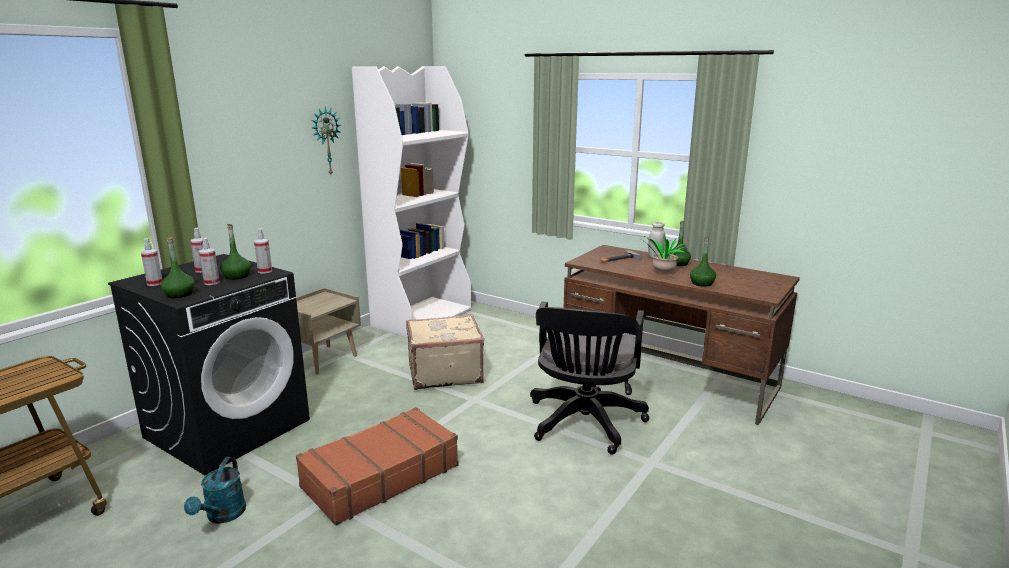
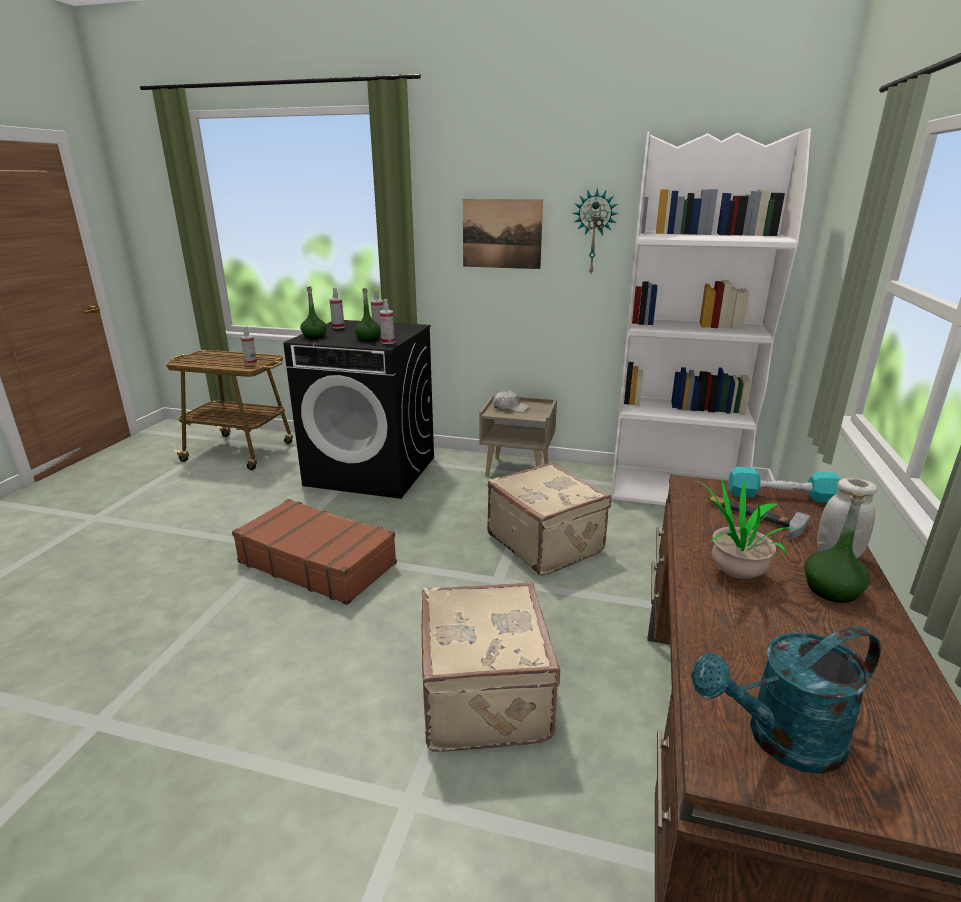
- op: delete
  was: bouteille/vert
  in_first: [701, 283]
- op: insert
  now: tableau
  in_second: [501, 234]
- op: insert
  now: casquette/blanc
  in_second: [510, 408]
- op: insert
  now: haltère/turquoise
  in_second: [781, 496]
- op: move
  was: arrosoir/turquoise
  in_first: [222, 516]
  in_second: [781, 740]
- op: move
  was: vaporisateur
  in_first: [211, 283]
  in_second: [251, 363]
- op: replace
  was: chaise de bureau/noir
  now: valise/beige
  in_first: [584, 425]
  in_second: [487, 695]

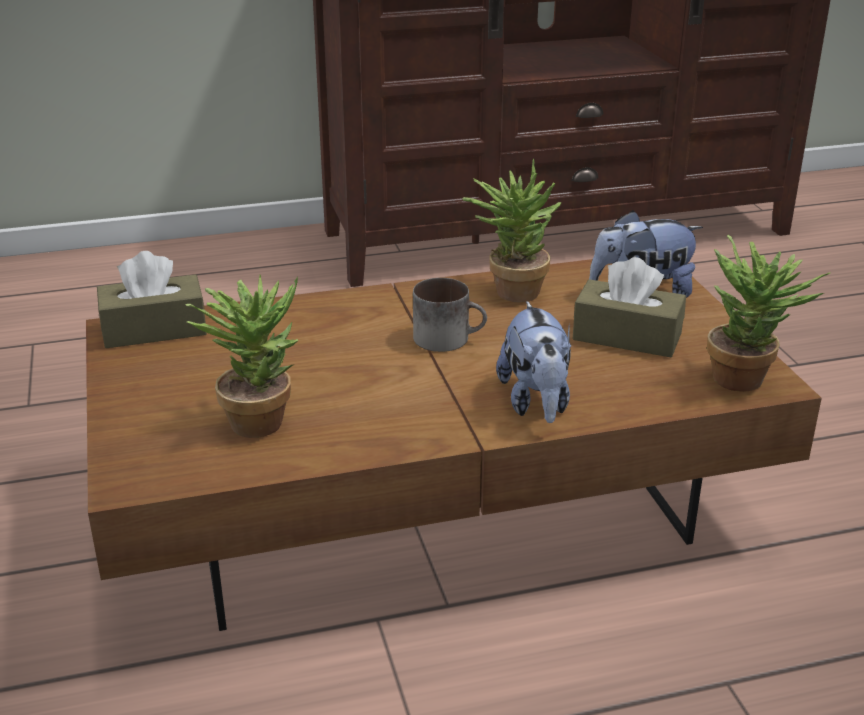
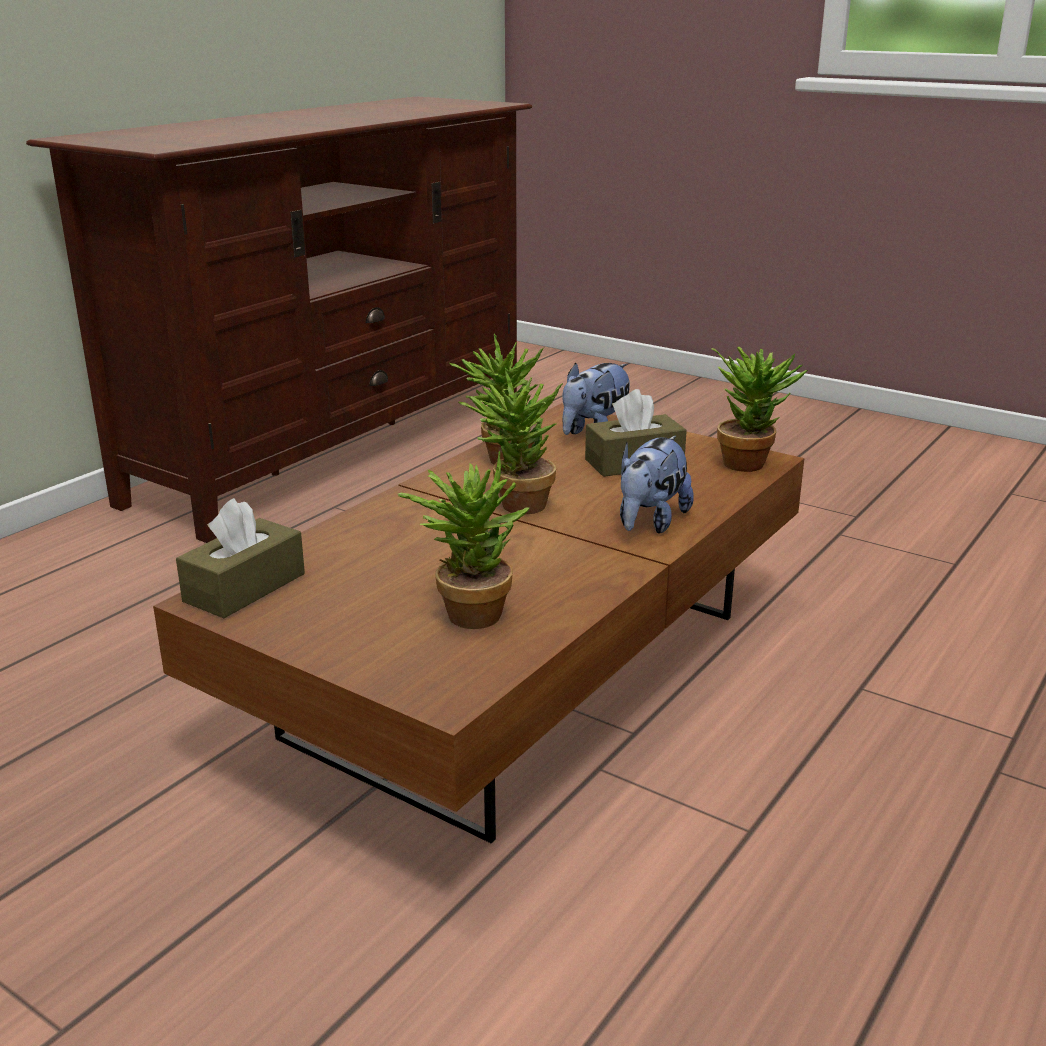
- op: replace
  was: mug
  now: plante en pot
  in_first: [449, 338]
  in_second: [514, 505]
- op: rotate
  was: peluche
  in_first: [536, 402]
  in_second: [650, 522]
  clockwise: 75

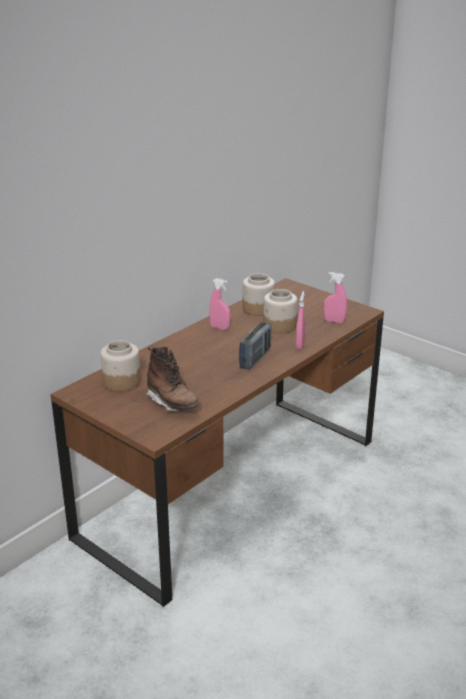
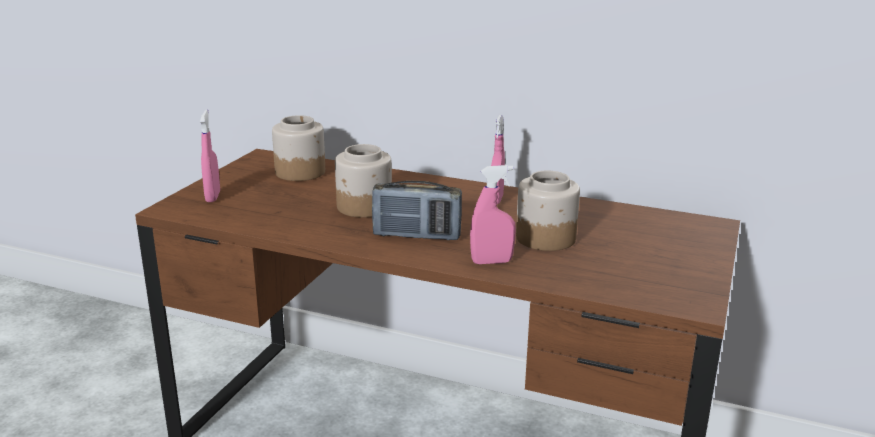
- op: delete
  was: botte/marron
  in_first: [172, 403]
- op: move
  was: bocal
  in_first: [258, 309]
  in_second: [364, 207]
- op: move
  was: vaporisateur/rose
  in_first: [334, 321]
  in_second: [213, 197]

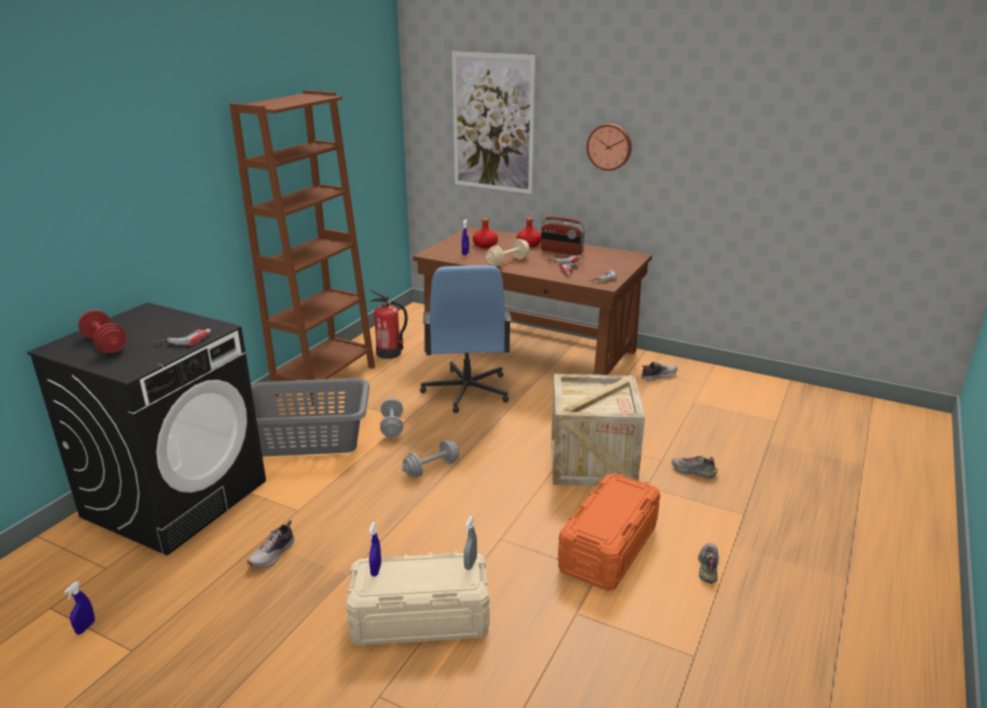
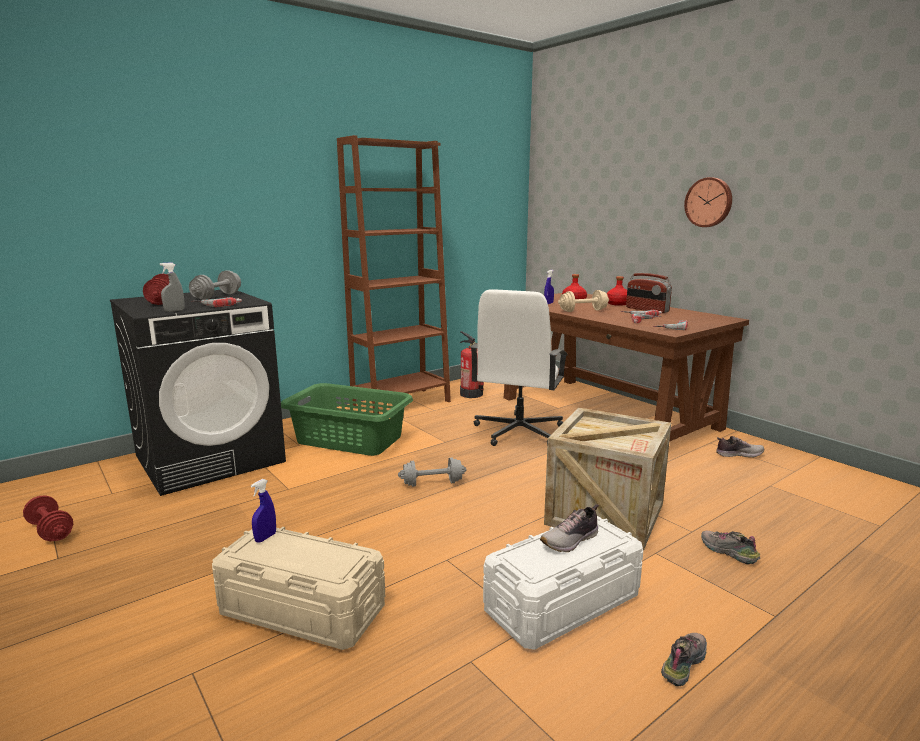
- op: delete
  was: tableau
  in_first: [493, 123]
- op: move
  was: chaussure
  in_first: [273, 554]
  in_second: [571, 540]
- op: move
  was: haltère/gris
  in_first: [392, 427]
  in_second: [217, 296]
- op: move
  was: vaporisateur/gris
  in_first: [470, 563]
  in_second: [174, 311]
- op: replace
  was: vaporisateur/bleu
  now: haltère/rouge
  in_first: [85, 627]
  in_second: [50, 531]
- op: recolor
  was: panier à linge/gris
  now: panier à linge/vert
  in_first: [308, 438]
  in_second: [349, 439]
- op: recolor
  was: chaise de bureau/bleu
  now: chaise de bureau/blanc
  in_first: [466, 391]
  in_second: [518, 431]
- op: recolor
  was: boîte de rangement/orange
  now: boîte de rangement/blanc
  in_first: [608, 548]
  in_second: [562, 603]

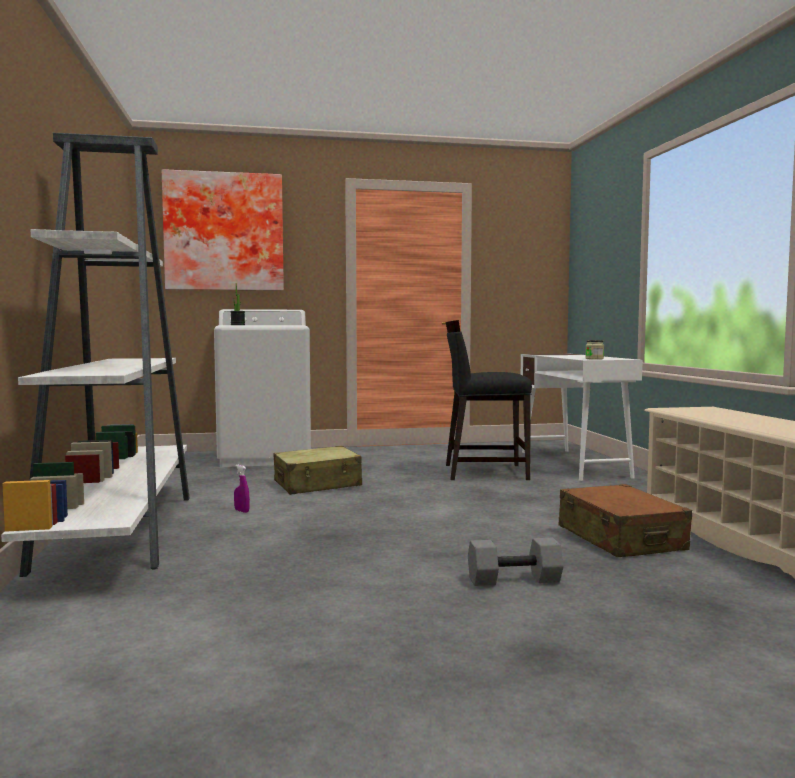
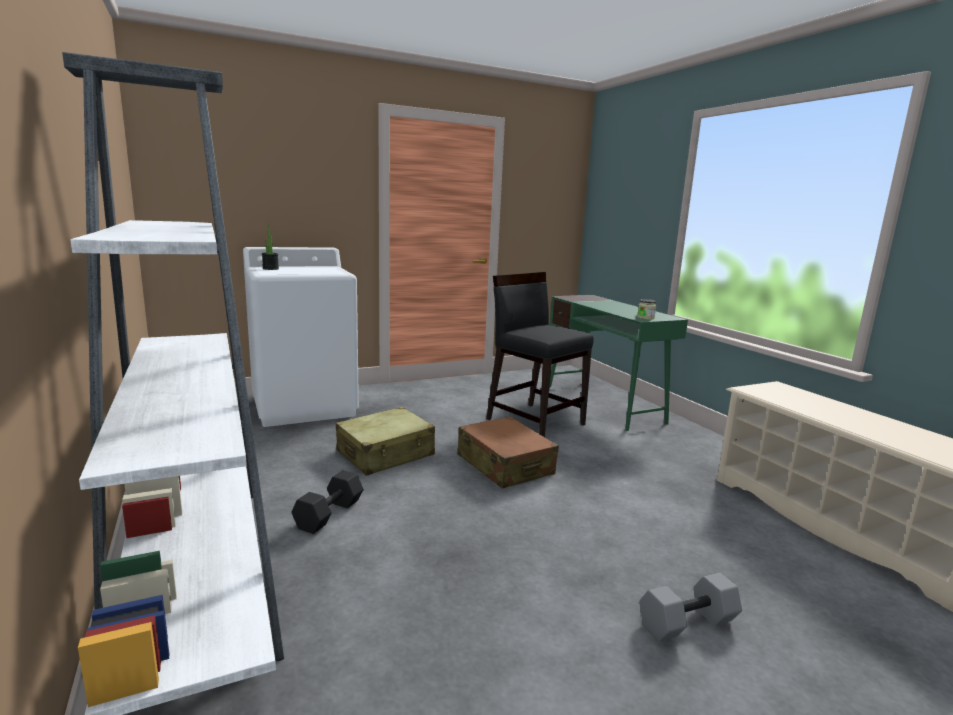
- op: delete
  was: tableau
  in_first: [224, 232]
- op: move
  was: valise/marron
  in_first: [621, 539]
  in_second: [505, 465]
- op: replace
  was: vaporisateur/violet
  now: haltère/noir
  in_first: [241, 511]
  in_second: [328, 514]
- op: recolor
  was: bureau/blanc
  now: bureau/vert
  in_first: [573, 464]
  in_second: [603, 404]
- op: rotate
  was: chaise/noir
  in_first: [484, 472]
  in_second: [535, 421]
  clockwise: 60

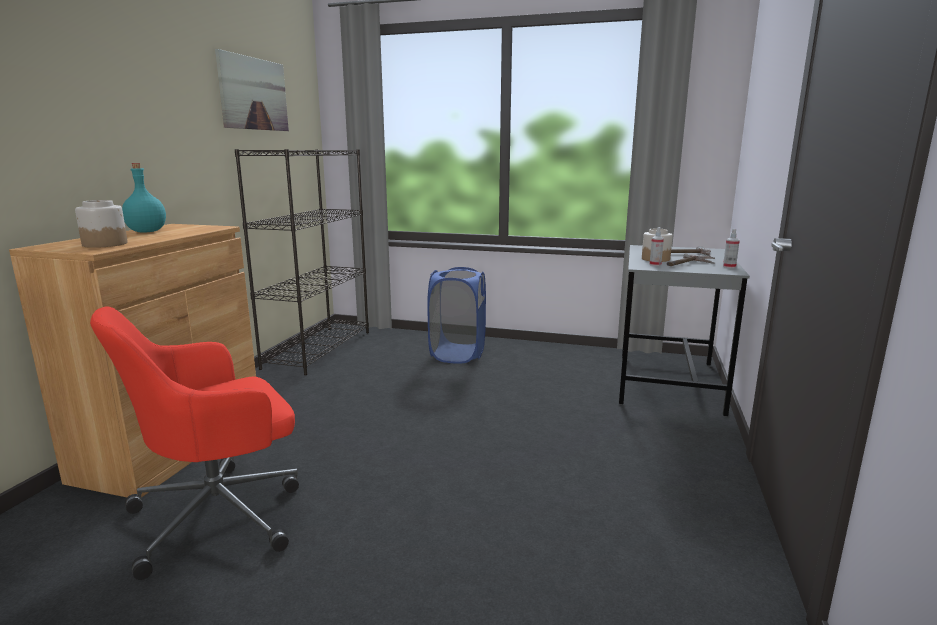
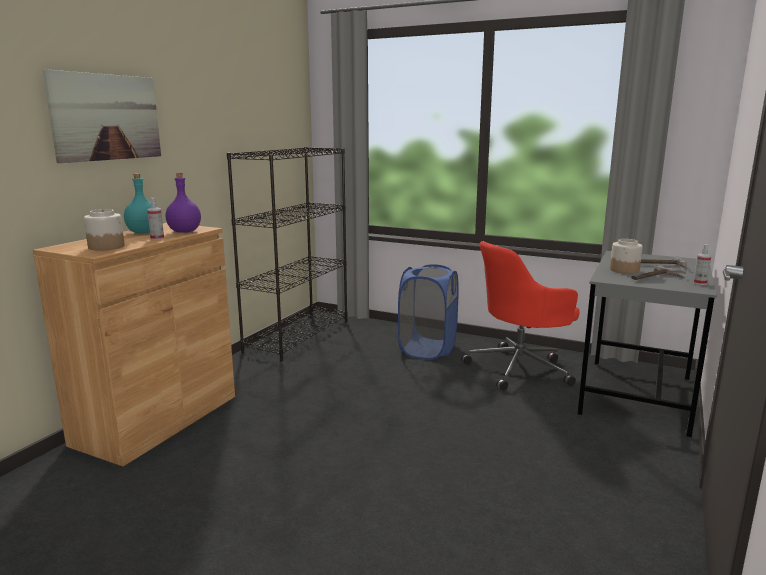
- op: insert
  now: bouteille/violet
  in_second: [184, 232]
- op: move
  was: chaise de bureau/rouge
  in_first: [221, 514]
  in_second: [520, 368]
- op: move
  was: tableau
  in_first: [253, 94]
  in_second: [106, 117]
- op: move
  was: vaporisateur
  in_first: [655, 265]
  in_second: [157, 238]

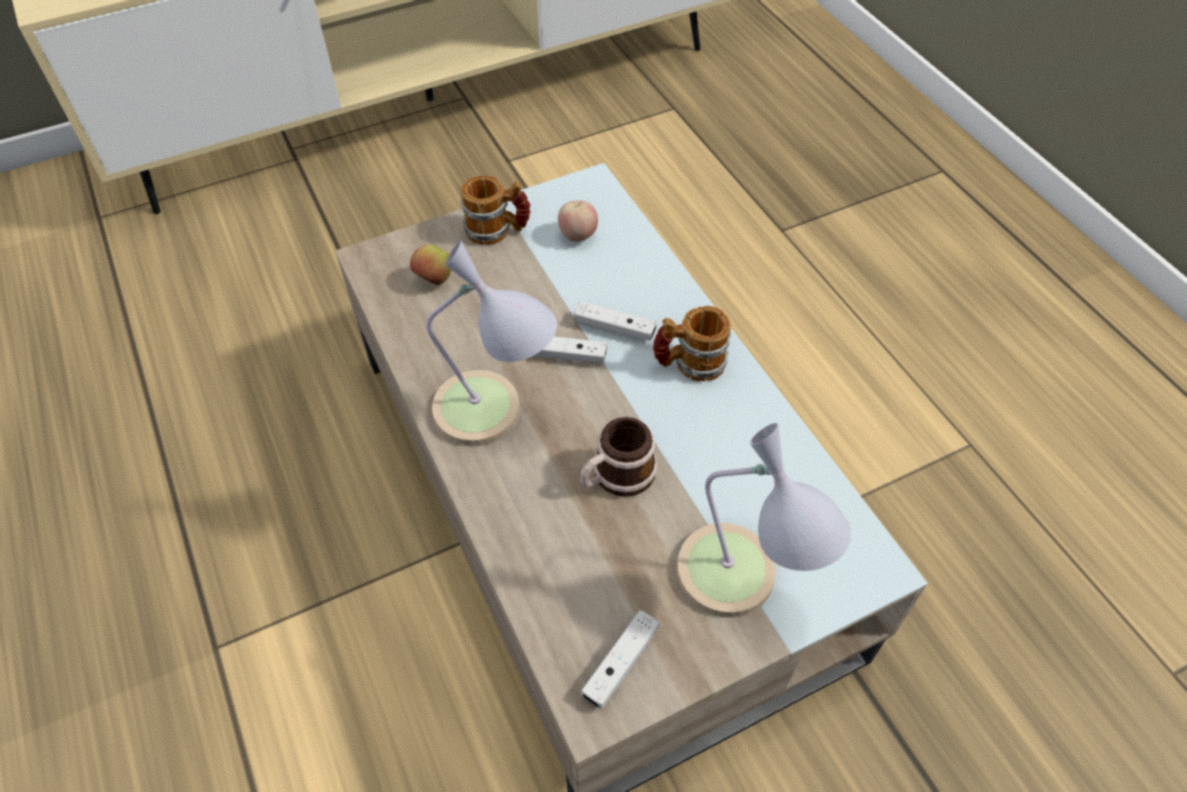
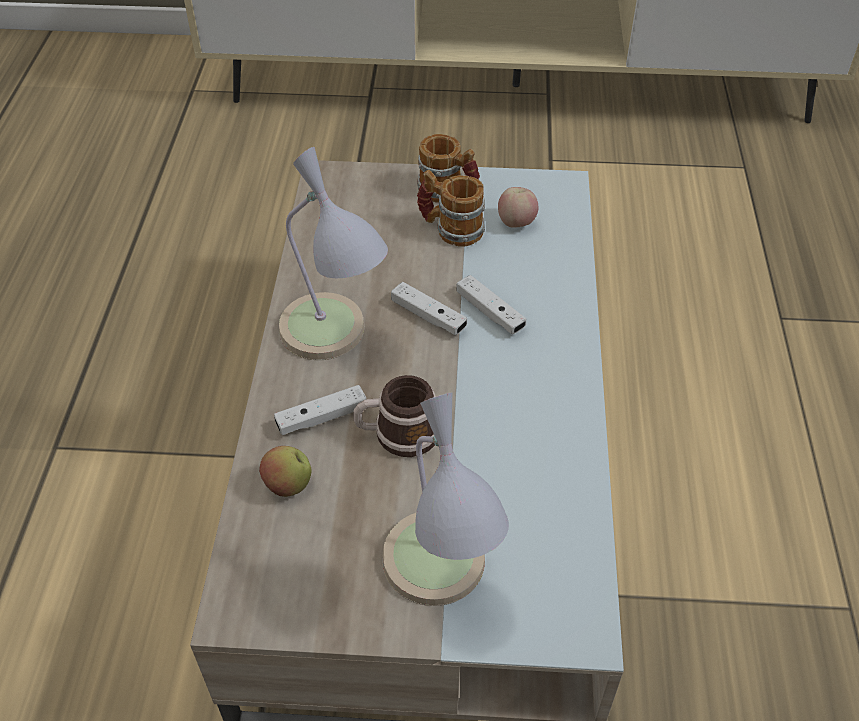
- op: move
  was: pomme
  in_first: [434, 280]
  in_second: [288, 486]
- op: move
  was: manette/blanc
  in_first: [620, 663]
  in_second: [322, 418]
- op: move
  was: mug
  in_first: [689, 363]
  in_second: [450, 229]

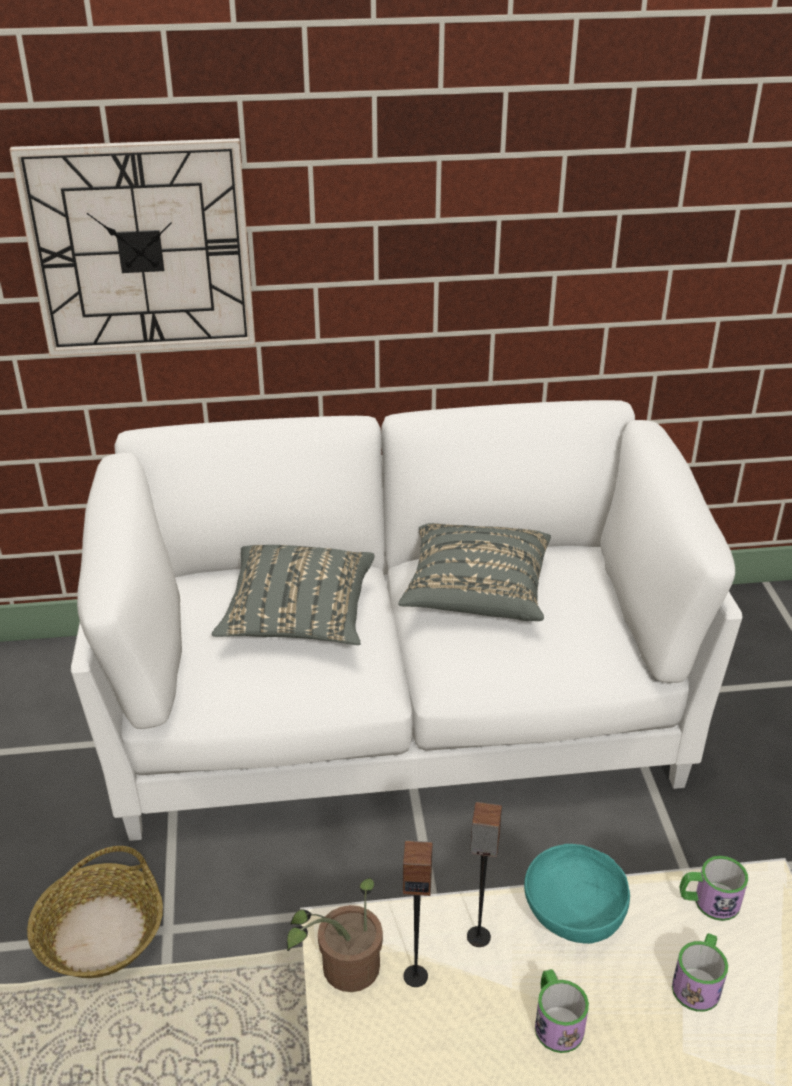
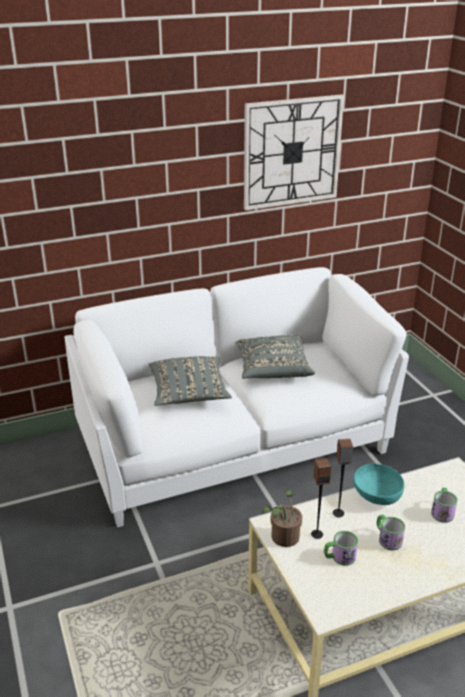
- op: delete
  was: panier
  in_first: [100, 933]
- op: move
  was: horloge murale
  in_first: [140, 249]
  in_second: [292, 152]
- op: move
  was: mug
  in_first: [708, 901]
  in_second: [339, 557]

